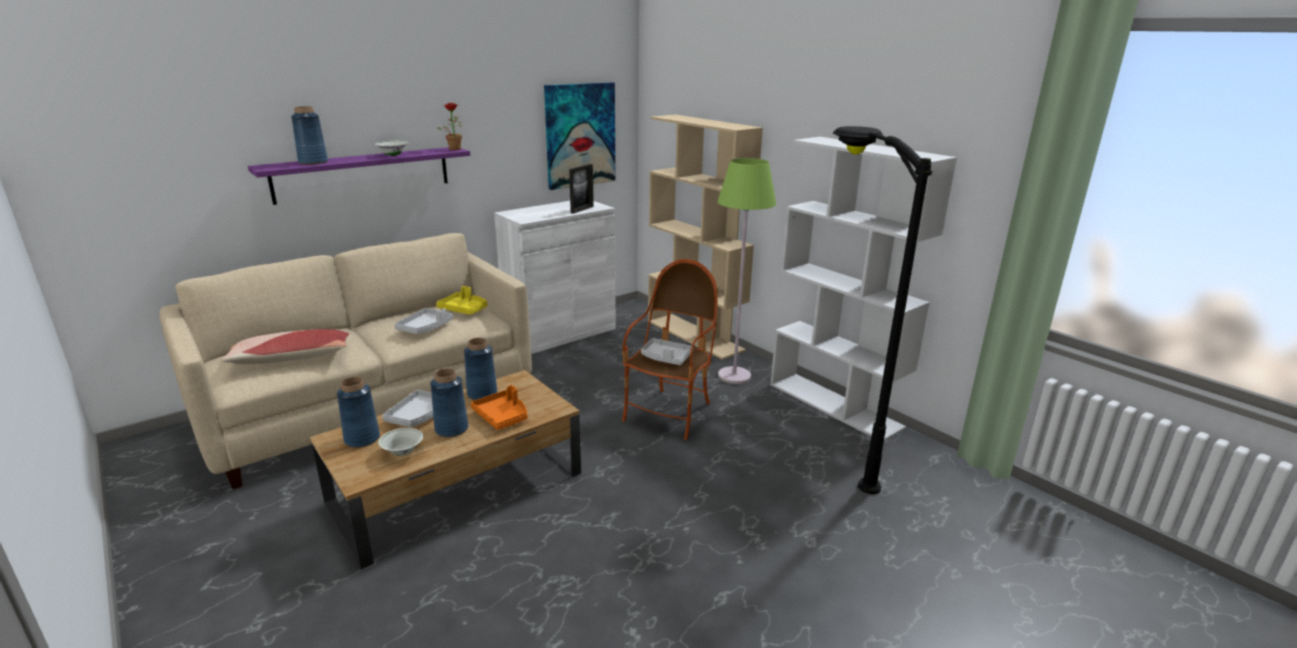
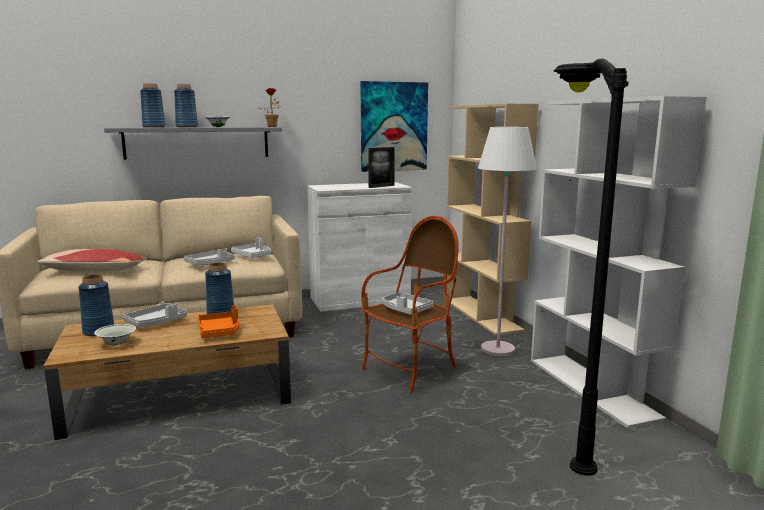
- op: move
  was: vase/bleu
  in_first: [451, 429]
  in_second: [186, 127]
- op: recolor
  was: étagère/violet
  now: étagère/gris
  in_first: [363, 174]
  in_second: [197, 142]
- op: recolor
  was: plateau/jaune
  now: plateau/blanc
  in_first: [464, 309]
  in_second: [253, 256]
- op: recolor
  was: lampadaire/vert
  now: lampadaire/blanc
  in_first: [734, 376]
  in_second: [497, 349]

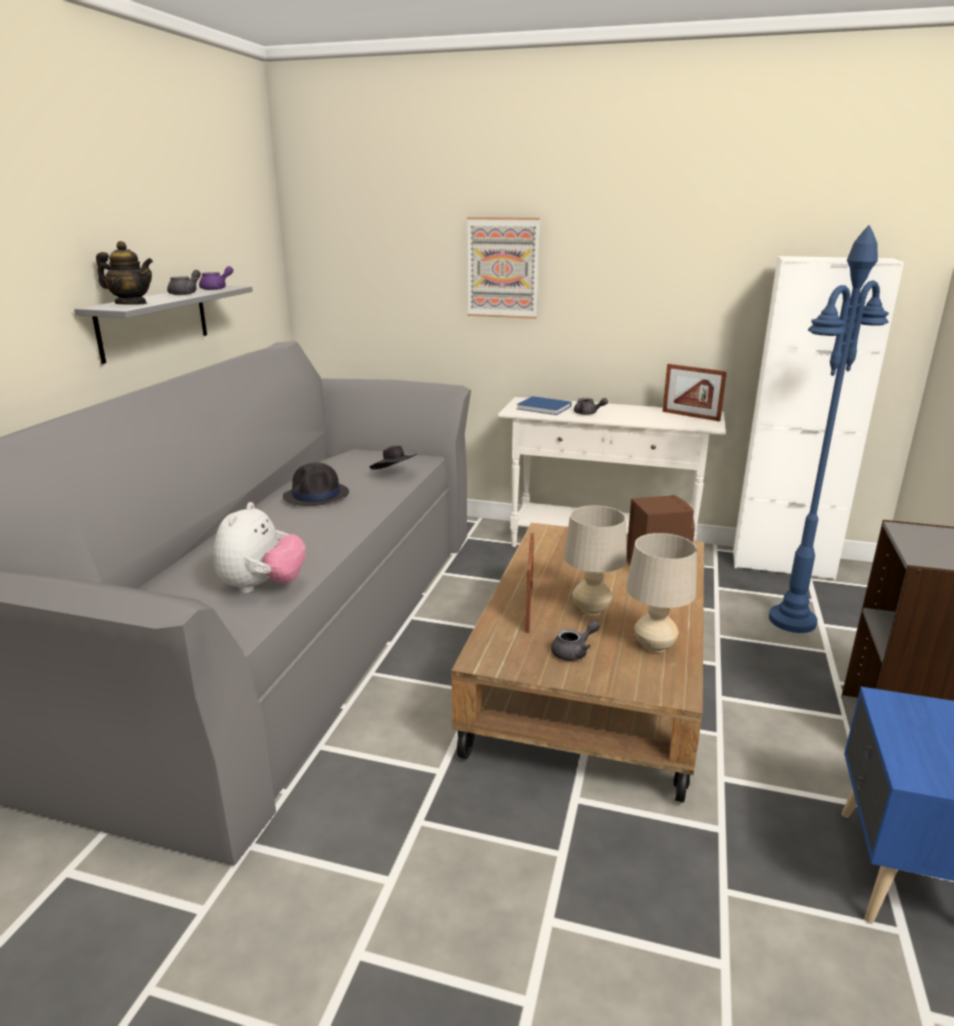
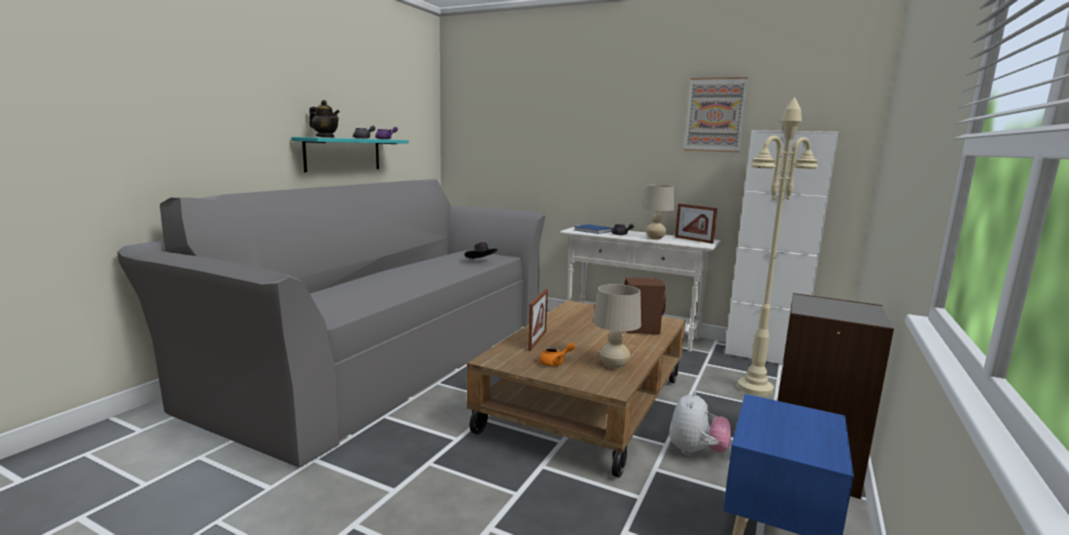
- op: delete
  was: chapeau/noir
  in_first: [317, 495]
- op: move
  was: peluche
  in_first: [262, 587]
  in_second: [696, 452]
- op: move
  was: tableau
  in_first: [503, 268]
  in_second: [715, 115]
- op: move
  was: lampe de table/beige
  in_first: [591, 610]
  in_second: [655, 238]
- op: recolor
  was: étagère/gris
  now: étagère/turquoise
  in_first: [154, 322]
  in_second: [343, 154]
- op: recolor
  was: théière/gris
  now: théière/orange
  in_first: [574, 652]
  in_second: [555, 363]
- op: recolor
  was: lampadaire/bleu
  now: lampadaire/beige
  in_first: [792, 621]
  in_second: [754, 388]

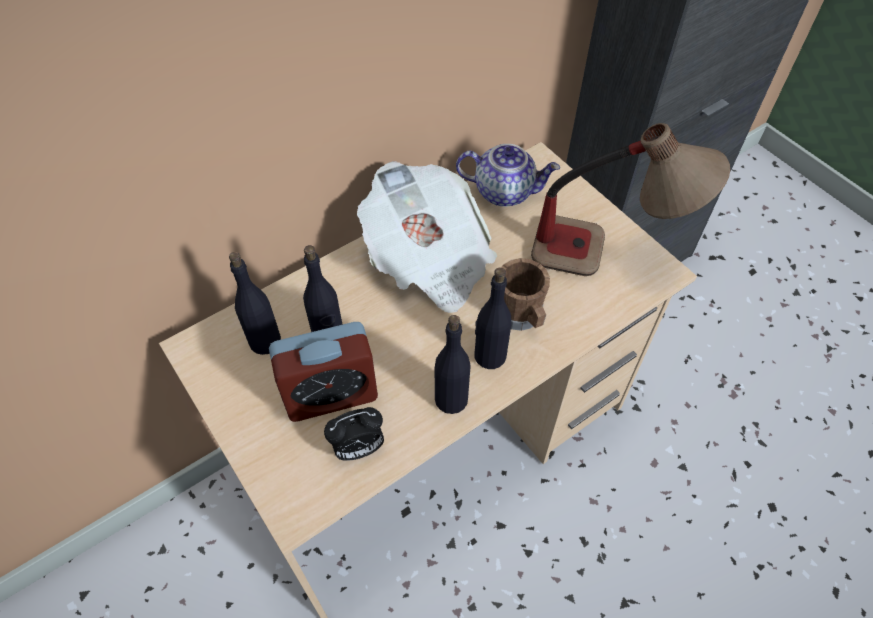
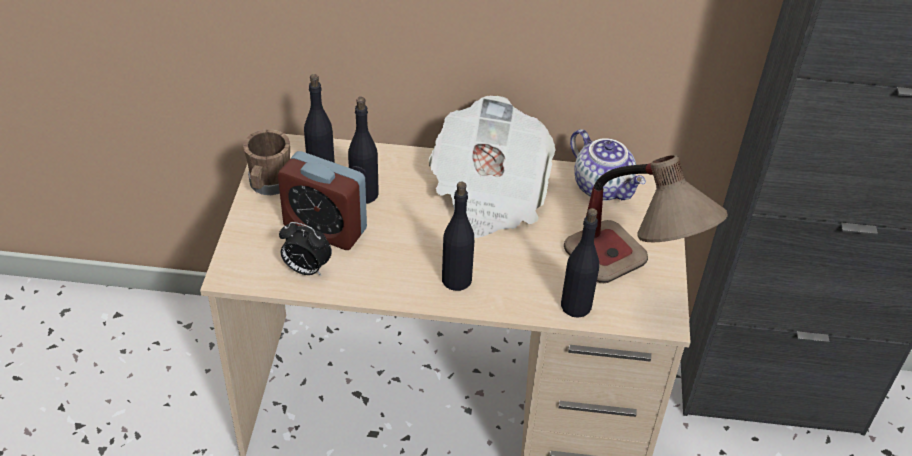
- op: move
  was: bouteille/noir
  in_first: [451, 398]
  in_second: [576, 305]
- op: move
  was: mug/marron
  in_first: [521, 316]
  in_second: [268, 185]

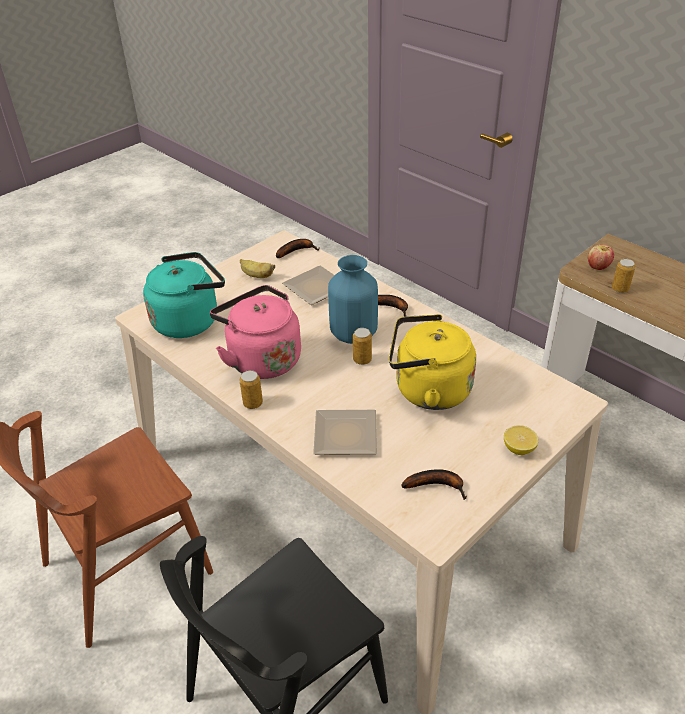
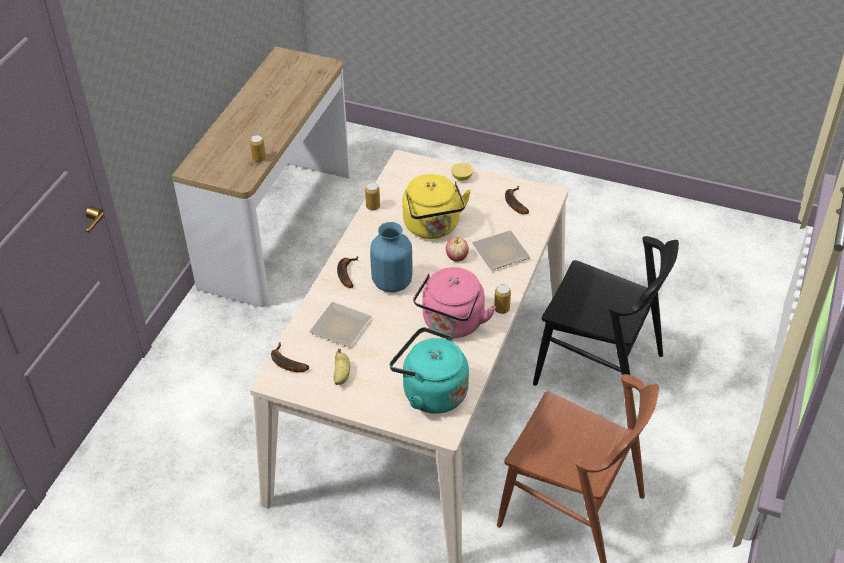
- op: move
  was: boîte métallique
  in_first: [362, 360]
  in_second: [373, 206]
- op: move
  was: pomme
  in_first: [598, 267]
  in_second: [456, 257]

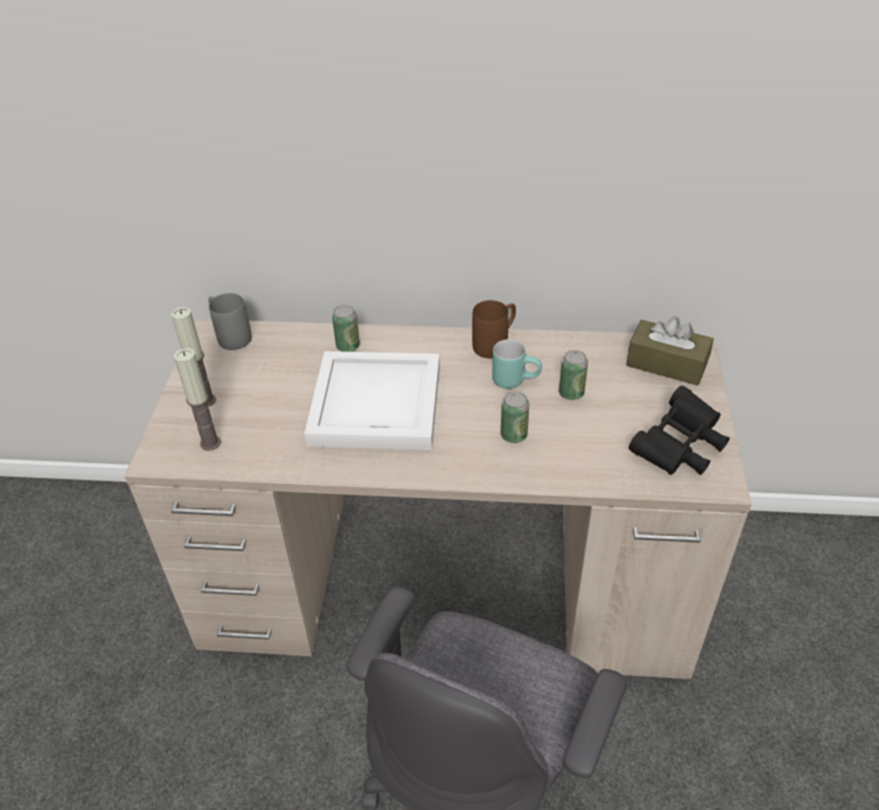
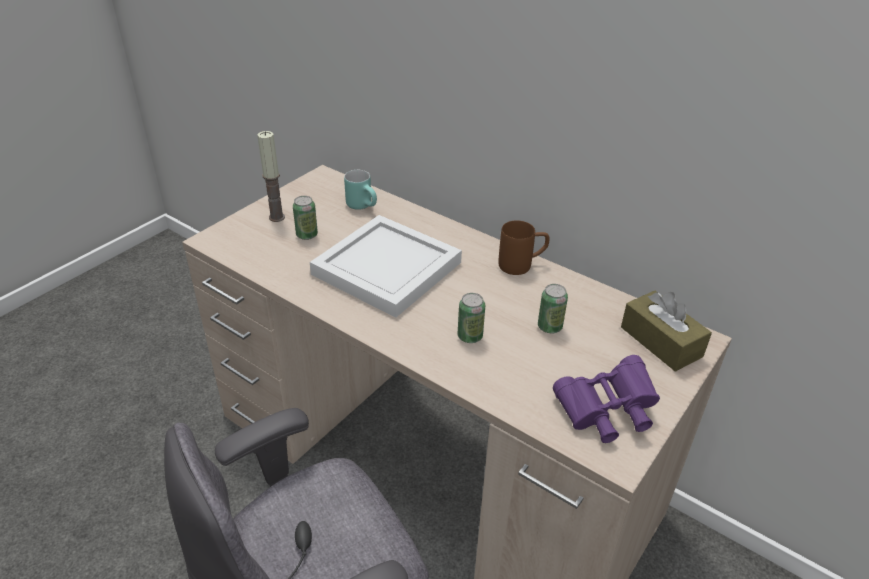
- op: delete
  was: bougie
  in_first: [210, 443]
- op: delete
  was: mug/gris
  in_first: [230, 336]
- op: move
  was: boîte métallique
  in_first: [348, 346]
  in_second: [307, 235]
- op: move
  was: mug/turquoise
  in_first: [516, 379]
  in_second: [364, 206]
- op: recolor
  was: jumelles/noir
  now: jumelles/violet
  in_first: [679, 448]
  in_second: [606, 413]

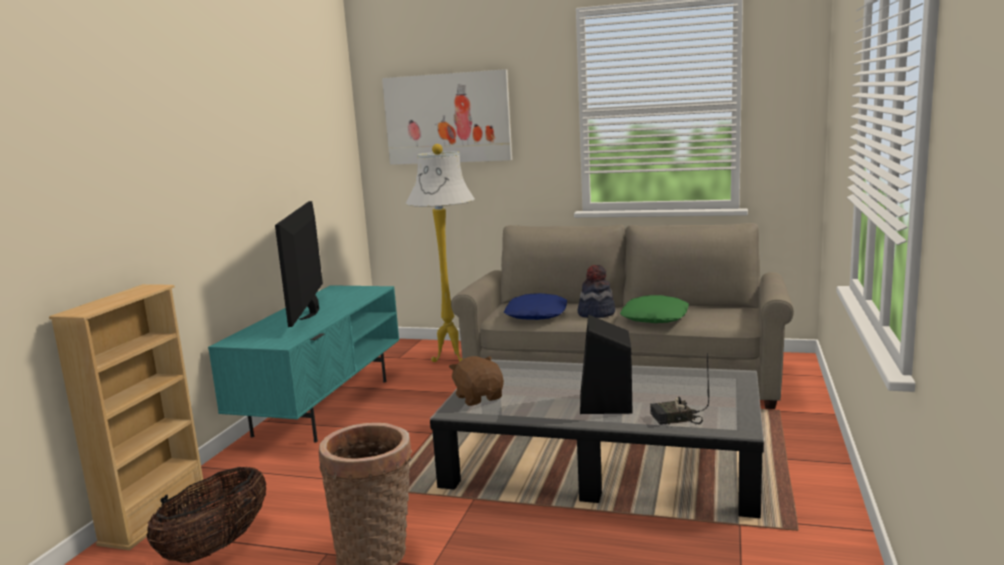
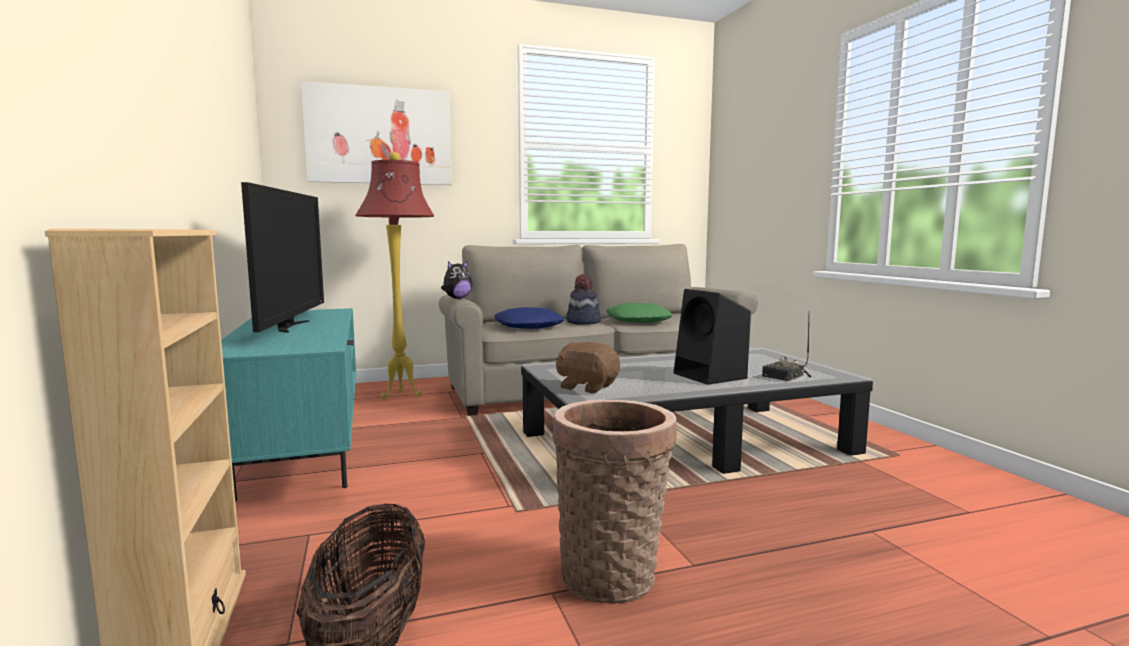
- op: insert
  now: peluche
  in_second: [457, 298]
- op: recolor
  was: lampadaire/blanc
  now: lampadaire/rouge
  in_first: [452, 359]
  in_second: [403, 395]
- op: rotate
  was: téléviseur
  in_first: [311, 312]
  in_second: [291, 326]
  clockwise: -150

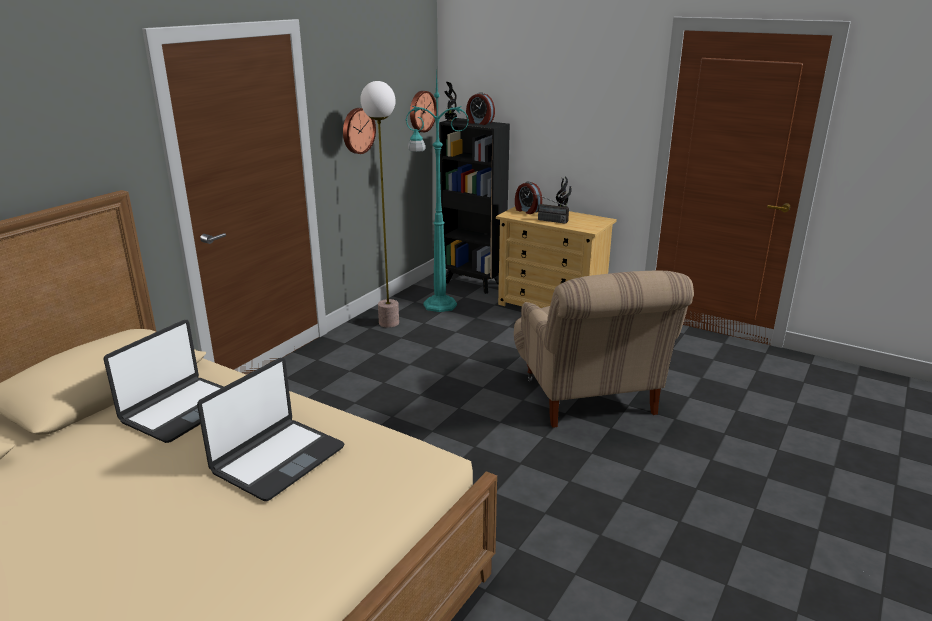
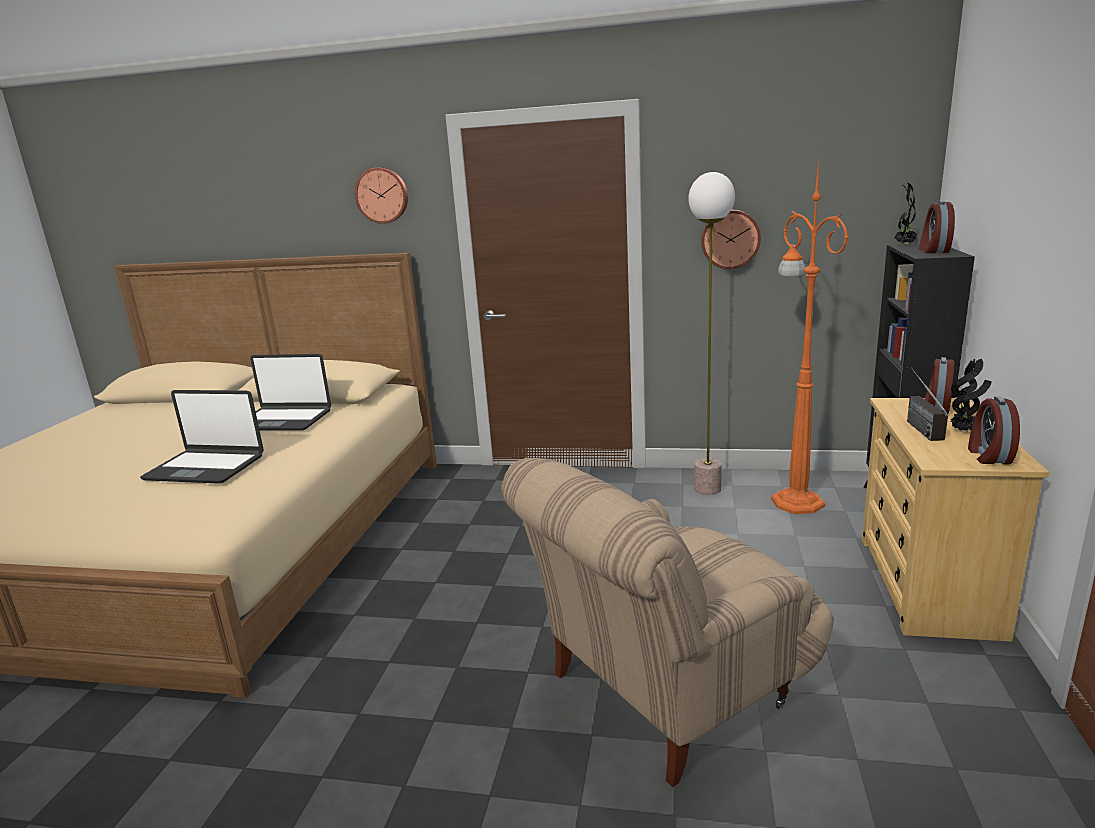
- op: insert
  now: réveil
  in_second: [988, 456]
- op: move
  was: horloge murale
  in_first: [421, 111]
  in_second: [382, 195]
- op: recolor
  was: lampadaire/turquoise
  now: lampadaire/orange
  in_first: [438, 304]
  in_second: [796, 501]

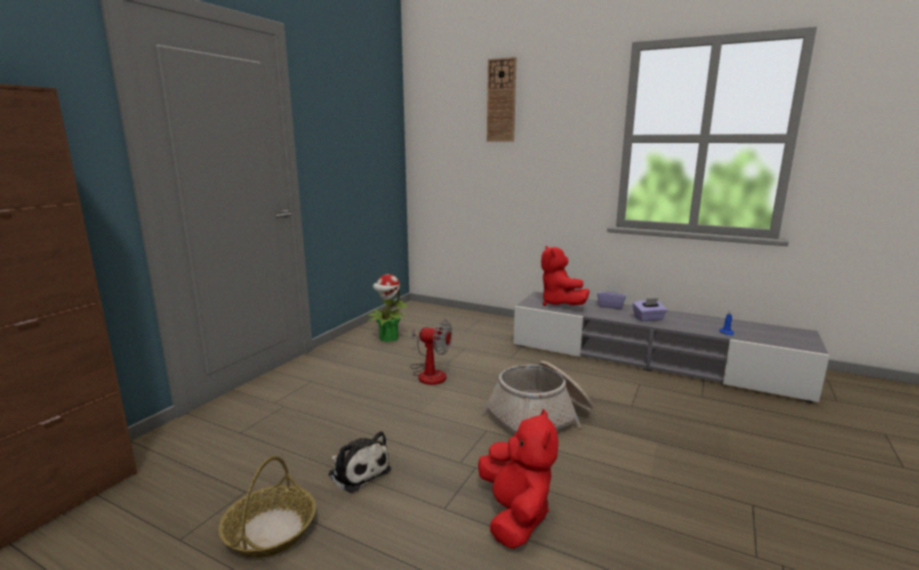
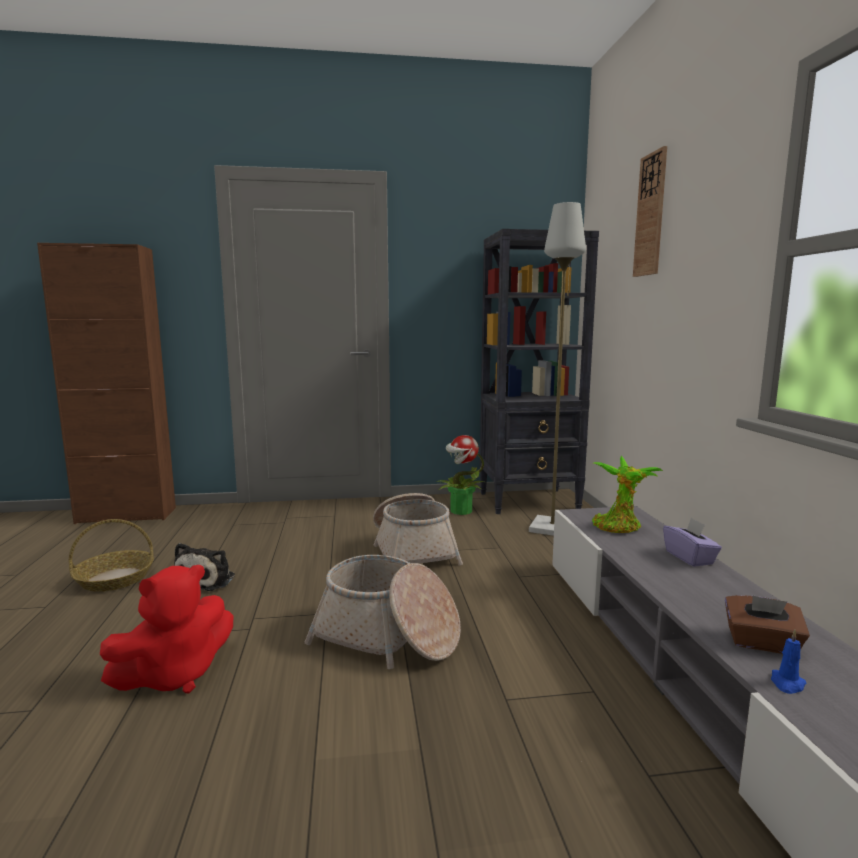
- op: delete
  was: boîte à mouchoirs/violet
  in_first: [648, 318]
- op: insert
  now: bibliothèque/noir
  in_second: [529, 501]
- op: insert
  now: lampadaire/gris
  in_second: [553, 528]
- op: insert
  now: boîte à mouchoirs/marron
  in_second: [762, 643]
- op: replace
  was: ventilateur
  now: panier
  in_first: [429, 373]
  in_second: [413, 550]
- op: replace
  was: peluche/rouge
  now: plante en pot
  in_first: [560, 304]
  in_second: [619, 527]

